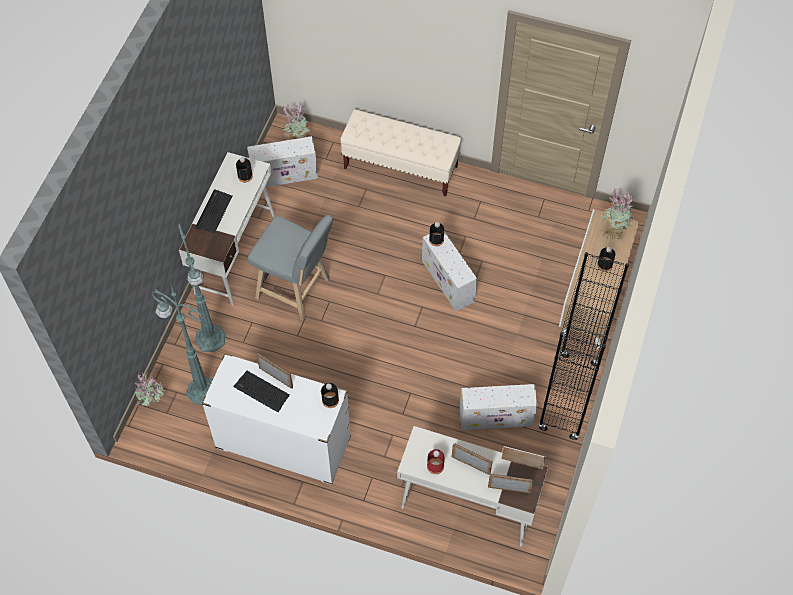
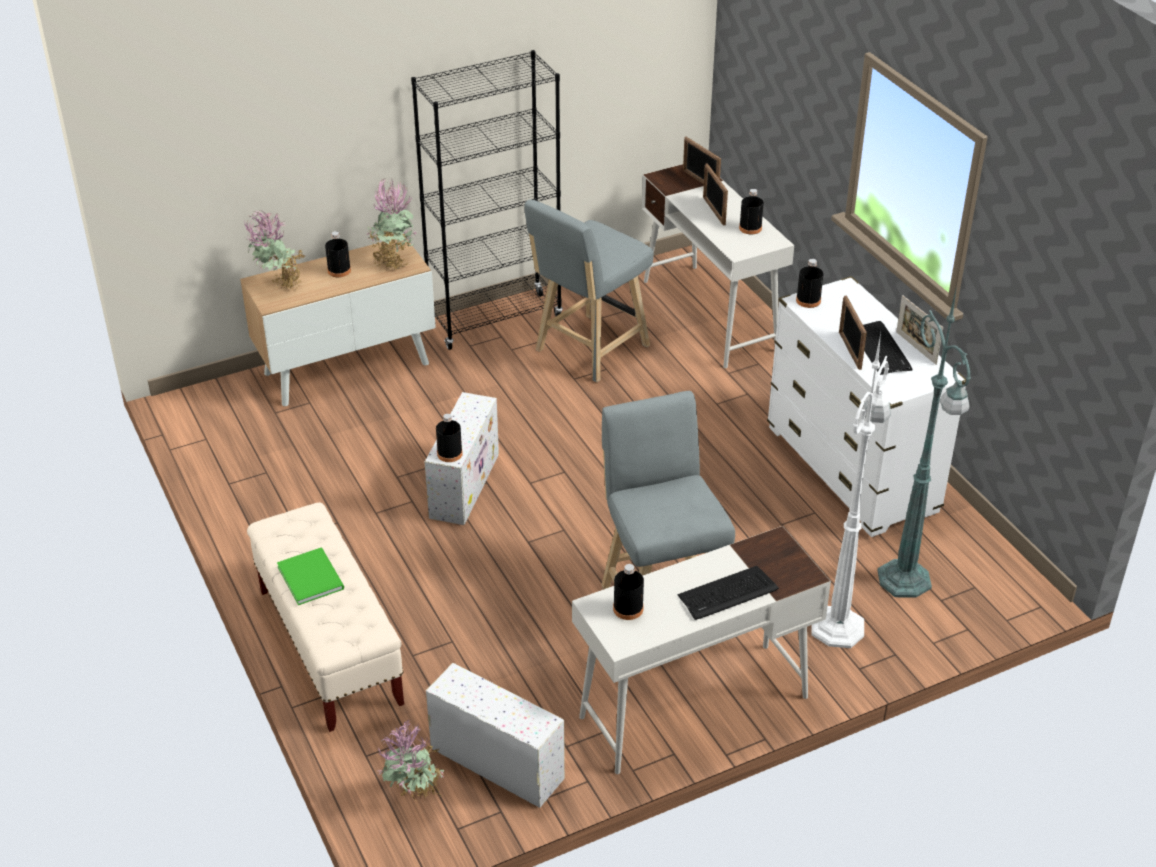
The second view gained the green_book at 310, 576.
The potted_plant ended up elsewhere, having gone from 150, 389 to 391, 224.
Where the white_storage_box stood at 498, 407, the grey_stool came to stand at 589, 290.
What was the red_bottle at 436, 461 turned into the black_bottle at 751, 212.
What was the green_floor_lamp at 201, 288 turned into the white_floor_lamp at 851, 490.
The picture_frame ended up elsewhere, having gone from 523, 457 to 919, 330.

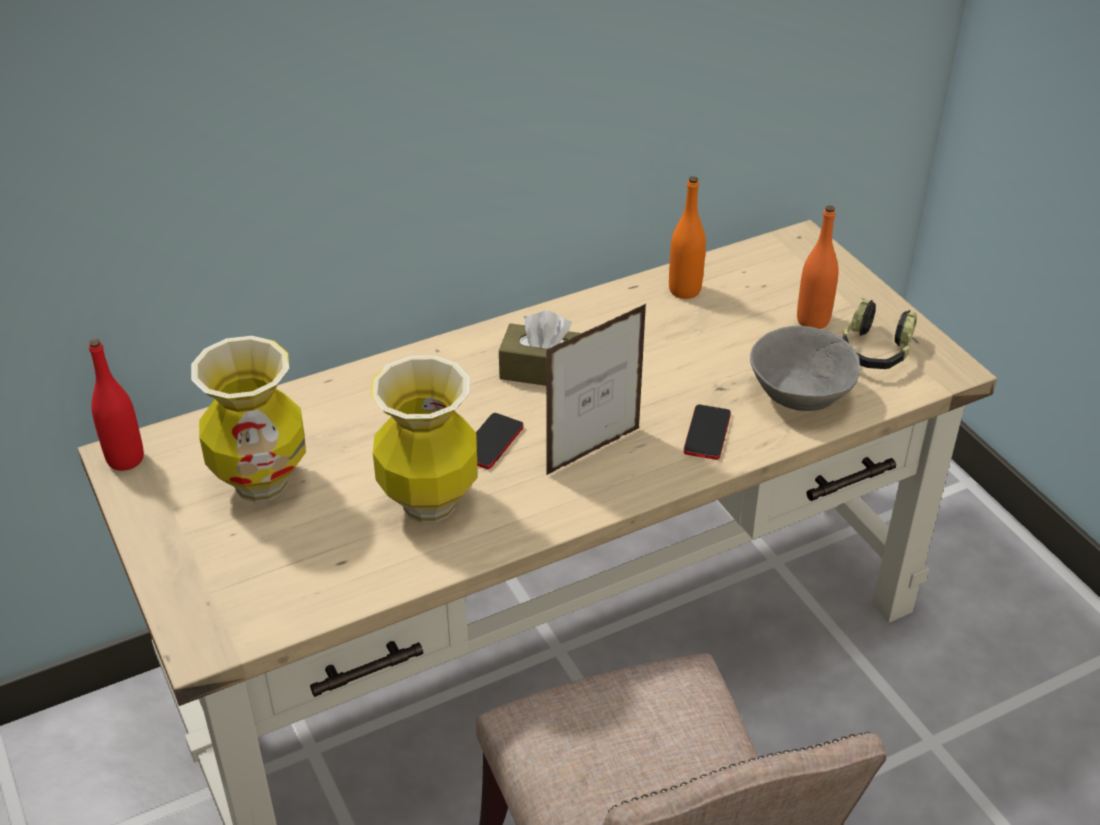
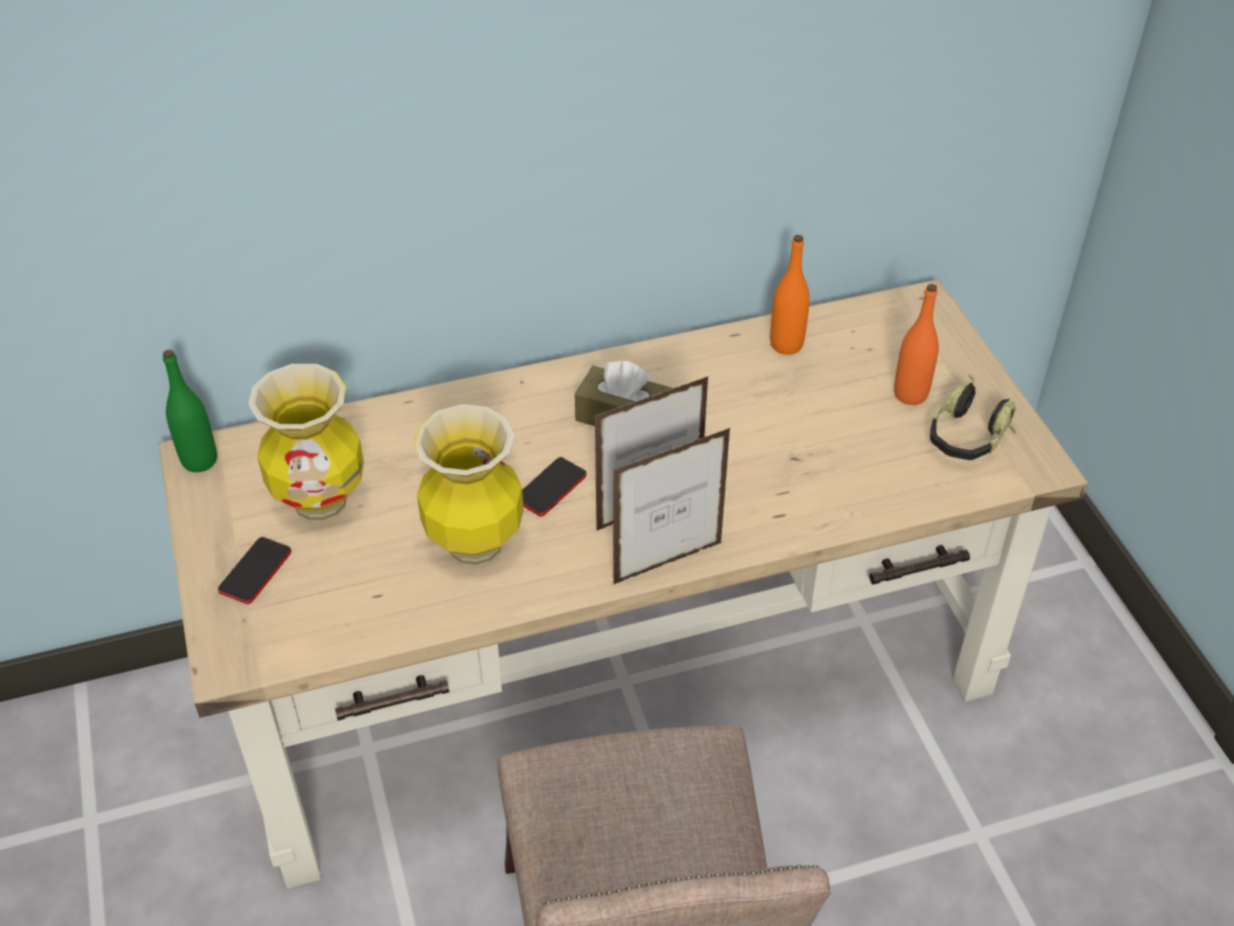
What was the red_bottle at 116, 405 turned into the green_bottle at 190, 410.
The phone ended up elsewhere, having gone from 707, 432 to 254, 570.
The second view gained the picture_frame at 672, 506.
The second view lost the grey_bowl at 805, 368.

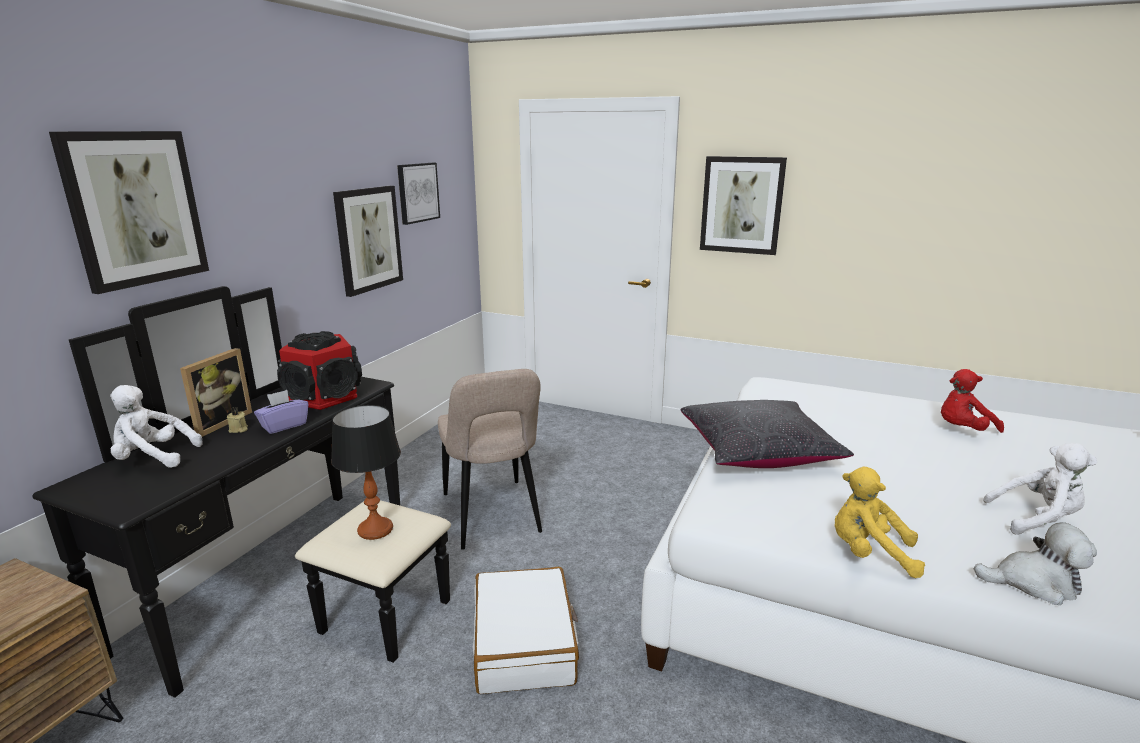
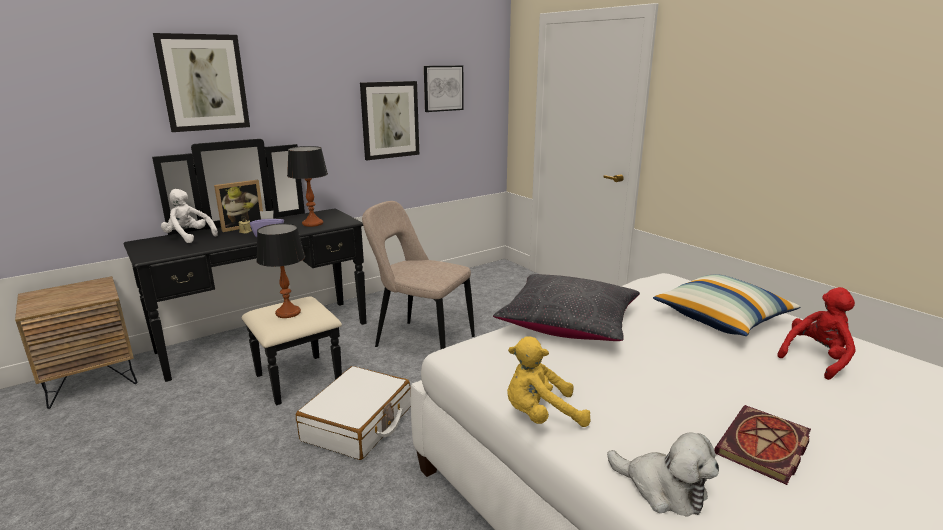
Where the speaker stood at 319, 370, the table_lamp came to stand at 307, 186.
The beige_chair at 490, 459 ended up facing another way, 105 degrees clockwise from before.
The yellow_plush_toy at 880, 522 ended up facing another way, 60 degrees counterclockwise from before.
The second view gained the pillow at 727, 305.
Where the white_plush_toy stood at 1040, 489, the book came to stand at 762, 445.
The red_plush_toy at 972, 401 ended up facing another way, 135 degrees clockwise from before.
The second view lost the picture at 743, 205.

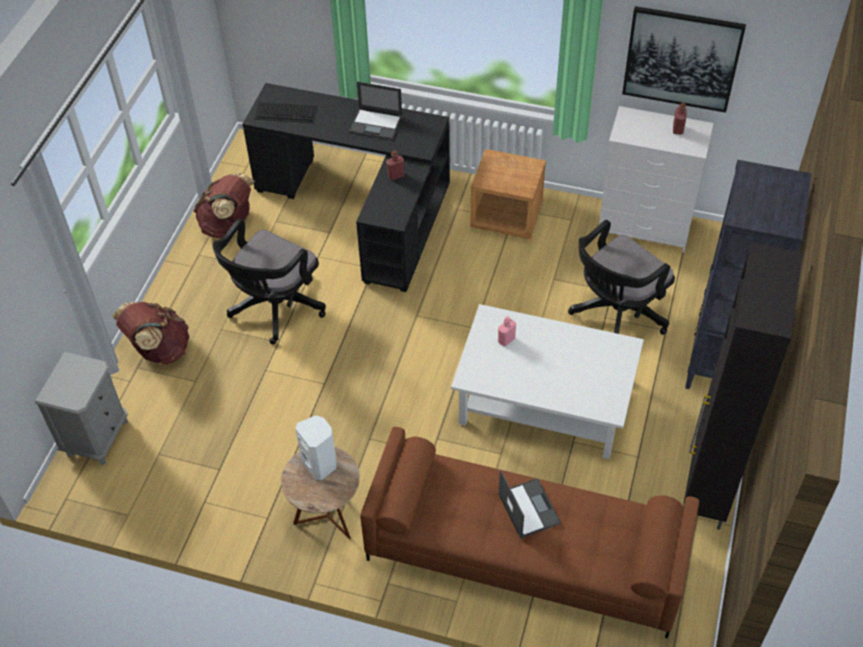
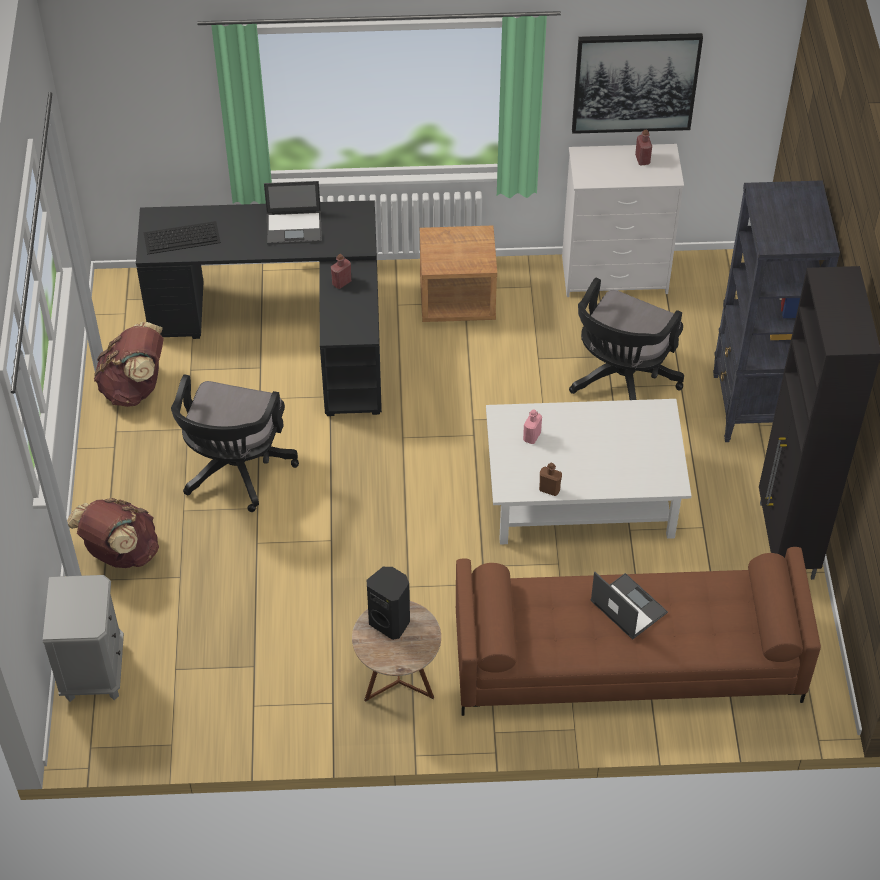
What was the white_speaker at 316, 447 turned into the black_speaker at 388, 603.
The second view gained the brown_bottle at 550, 479.

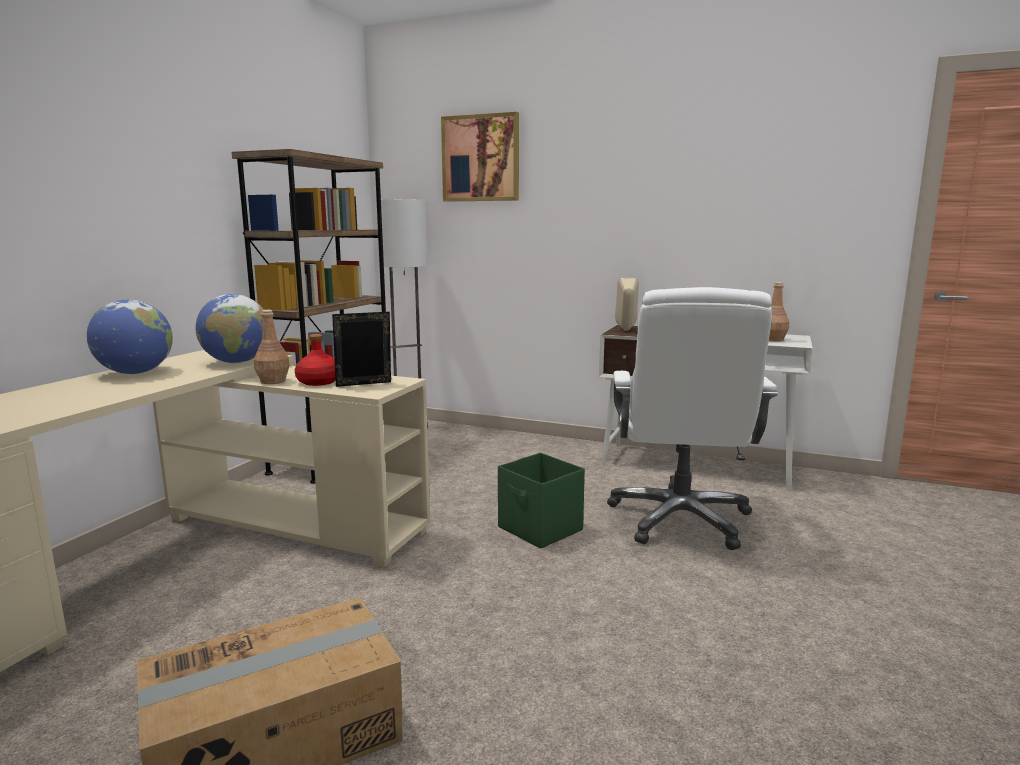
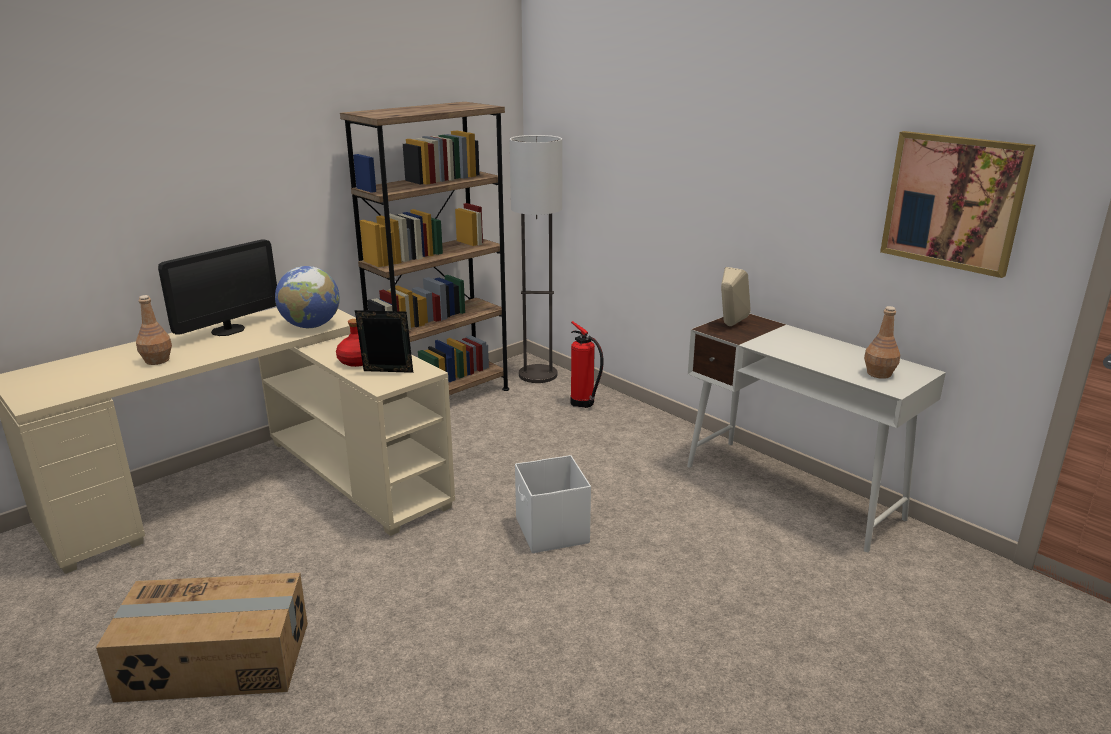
The brown_bottle ended up elsewhere, having gone from 272, 347 to 154, 330.
Where the globe stood at 130, 337, the monitor came to stand at 217, 287.
What was the green_storage_box at 541, 500 turned into the white_storage_box at 553, 504.
The second view gained the fire_extinguisher at 587, 364.
The picture ended up elsewhere, having gone from 480, 157 to 957, 204.
The second view lost the white_office_chair at 692, 418.

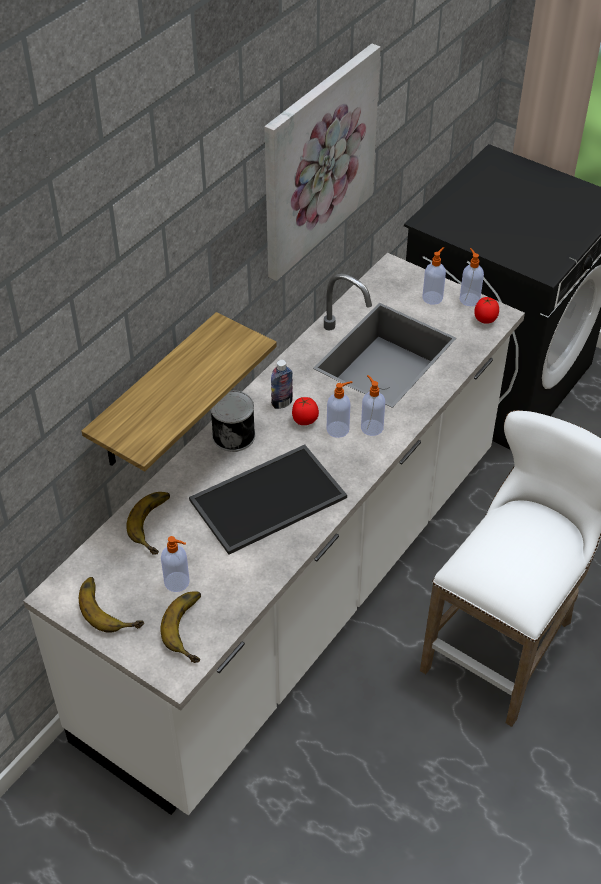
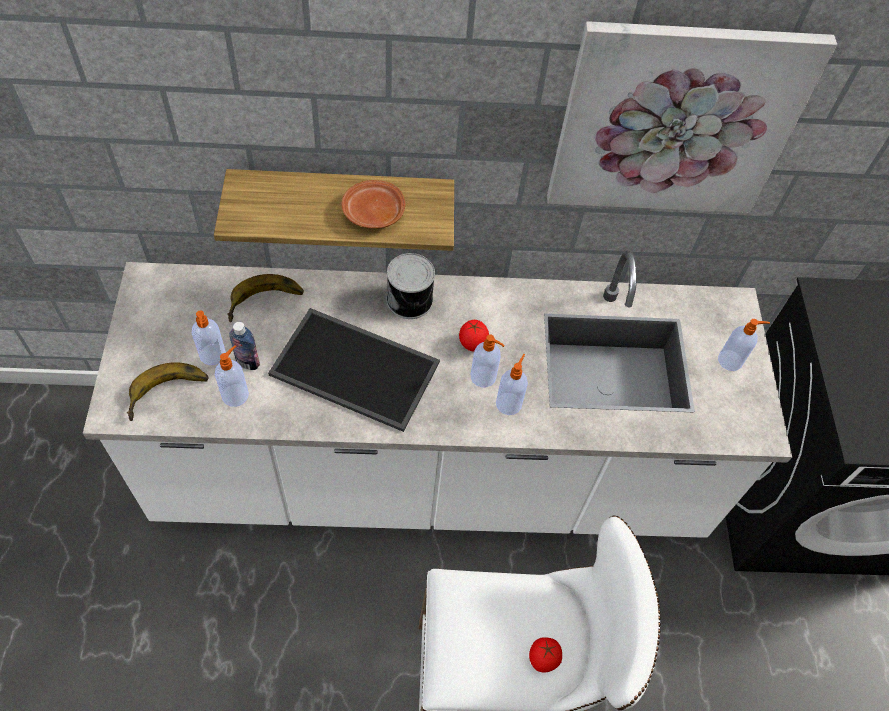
The soap_dispenser ended up elsewhere, having gone from 472, 277 to 232, 376.
The bottle ended up elsewhere, having gone from 282, 384 to 244, 346.
The second view gained the brown_plate at 373, 204.
The tomato ended up elsewhere, having gone from 486, 310 to 545, 654.
The second view lost the banana at 111, 605.

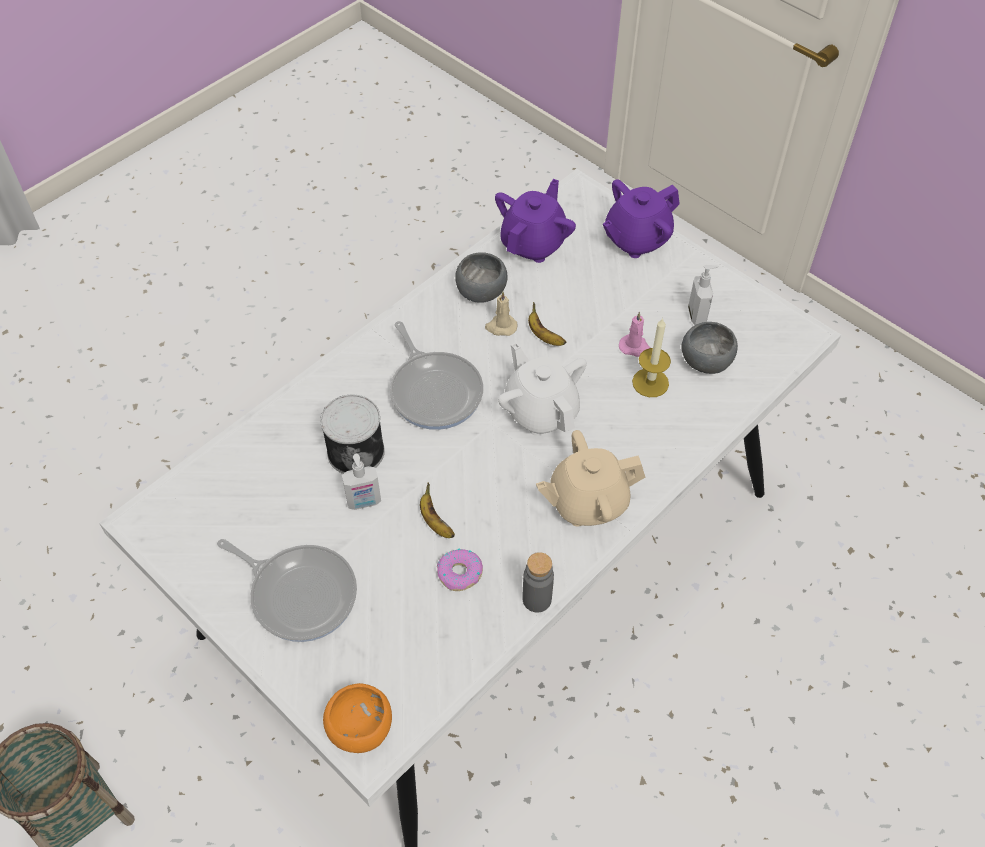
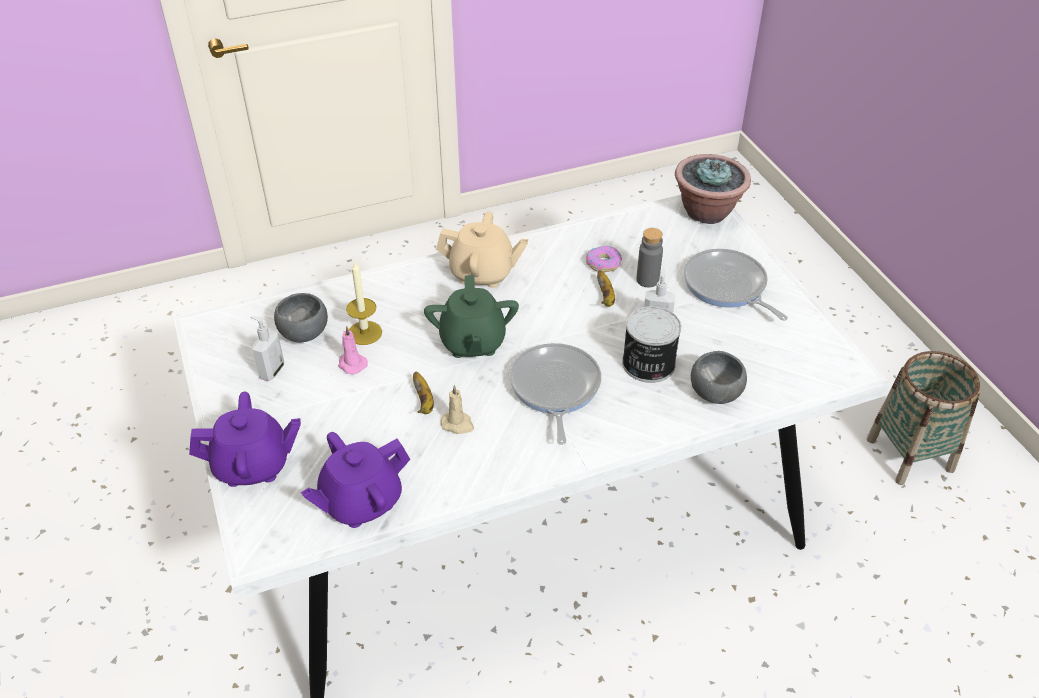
What was the white_teapot at 542, 388 turned into the green_teapot at 471, 316.
The grey_bottle ended up elsewhere, having gone from 538, 582 to 649, 257.
Where the orange_bowl stood at 357, 718, the potted_plant came to stand at 713, 189.
The grey_bowl ended up elsewhere, having gone from 481, 277 to 719, 377.

